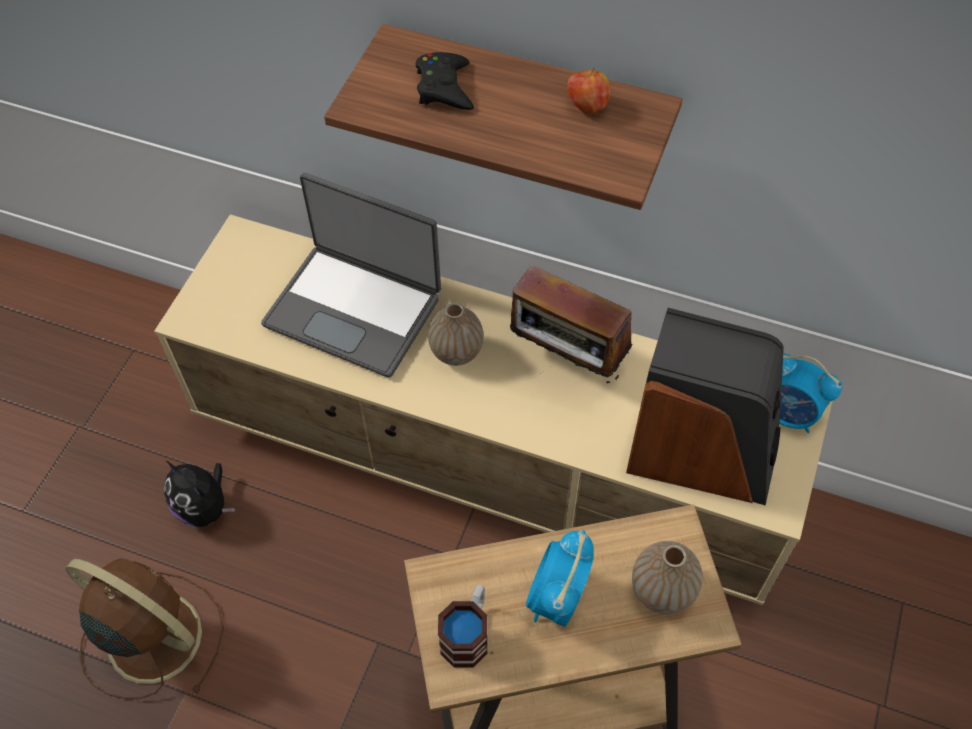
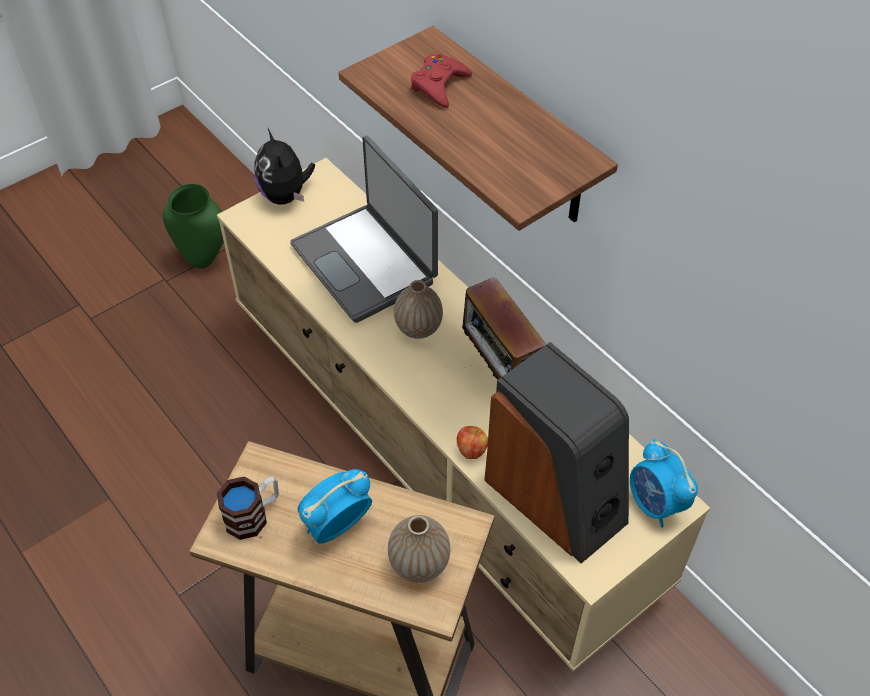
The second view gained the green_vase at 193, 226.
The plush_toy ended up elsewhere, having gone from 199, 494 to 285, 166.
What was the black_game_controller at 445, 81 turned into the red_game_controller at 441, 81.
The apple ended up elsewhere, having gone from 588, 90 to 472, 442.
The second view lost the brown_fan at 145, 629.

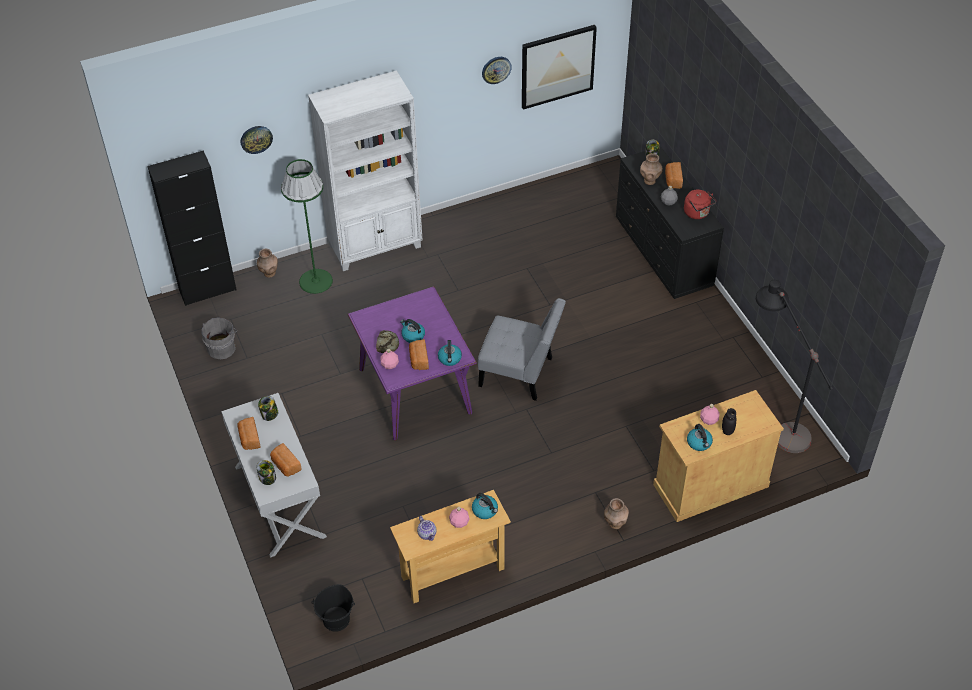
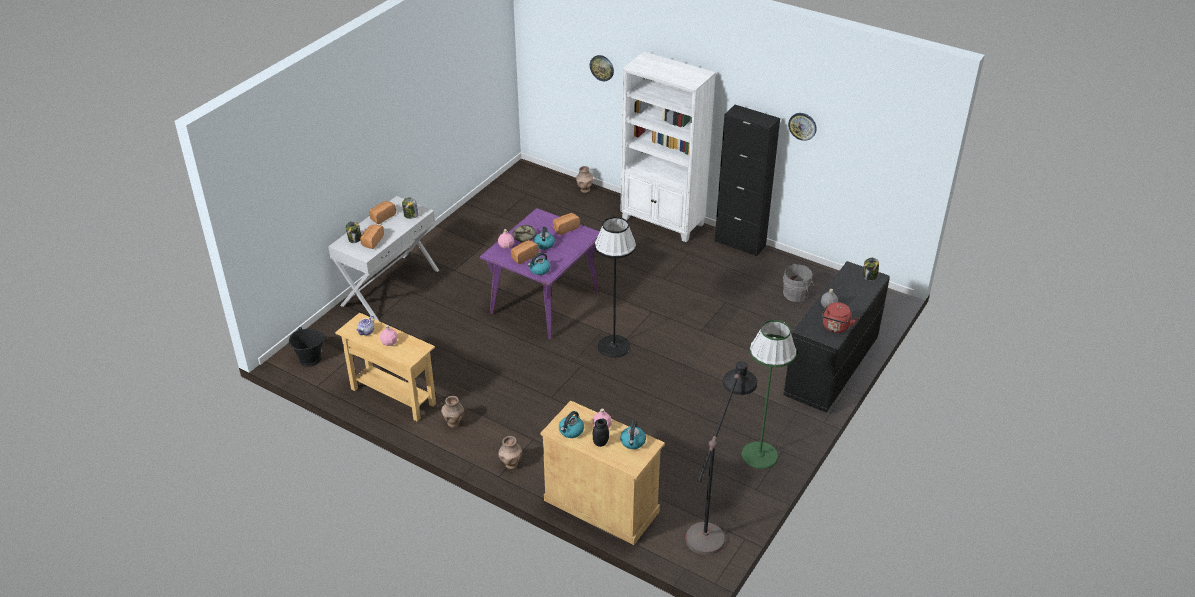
The brown_vase ended up elsewhere, having gone from 651, 169 to 452, 412.
The bread ended up elsewhere, having gone from 674, 175 to 566, 224.
Where the grey_chair stood at 522, 349, the black_floor_lamp came to stand at 615, 287.
The kettle ended up elsewhere, having gone from 485, 506 to 633, 435.
The black_cabinet ended up elsewhere, having gone from 192, 228 to 747, 181.
The green_floor_lamp ended up elsewhere, having gone from 307, 226 to 769, 394.
The grey_bucket ended up elsewhere, having gone from 219, 338 to 798, 282.
The second view lost the picture at 559, 67.

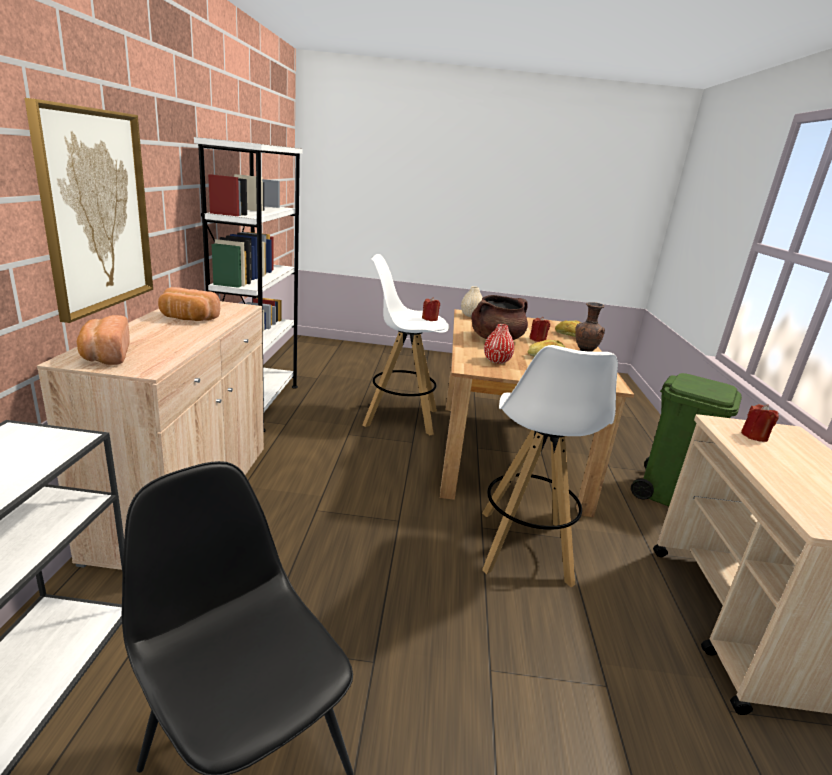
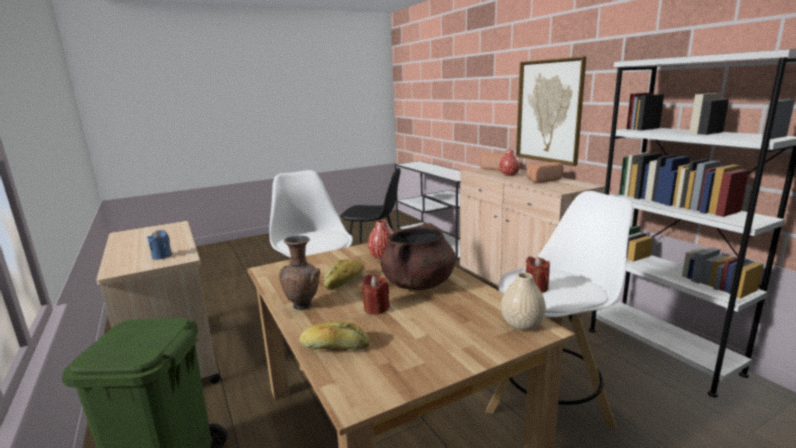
What was the red_candle at 760, 423 turned into the blue_candle at 159, 245.
The second view gained the red_vase at 509, 162.

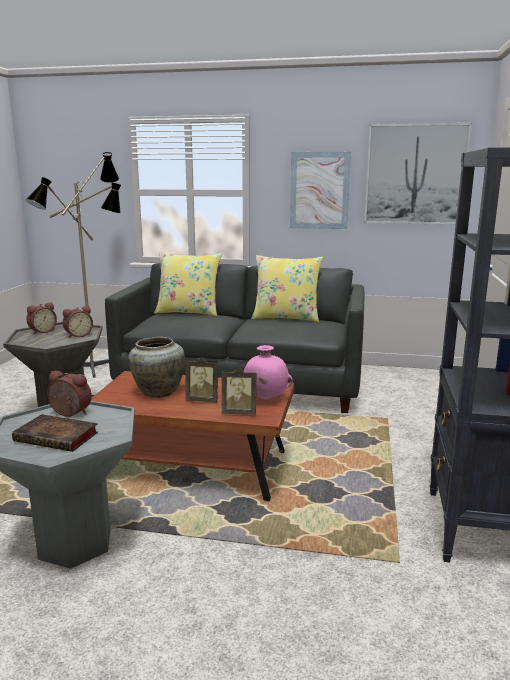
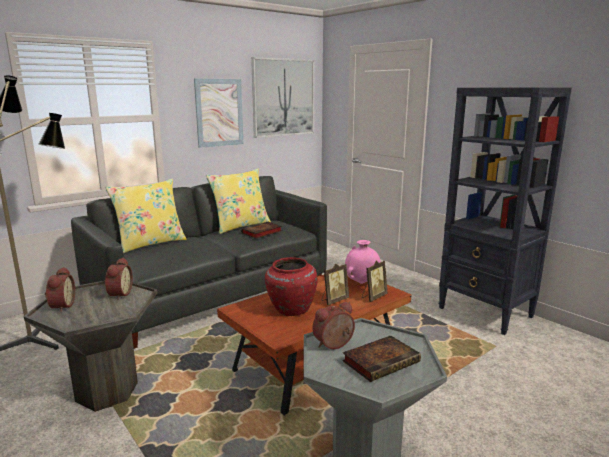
The second view gained the book at 261, 230.
What was the beige_vase at 156, 367 turned into the red_vase at 291, 286.

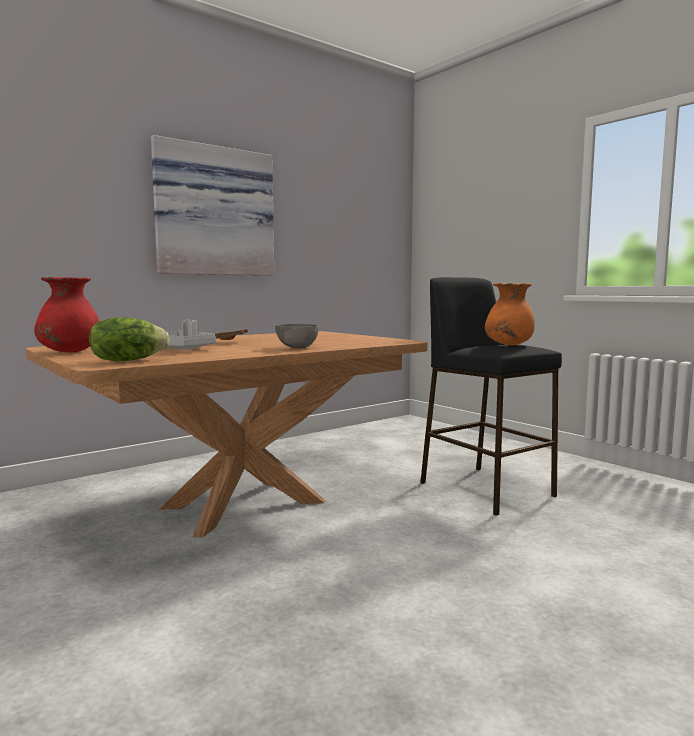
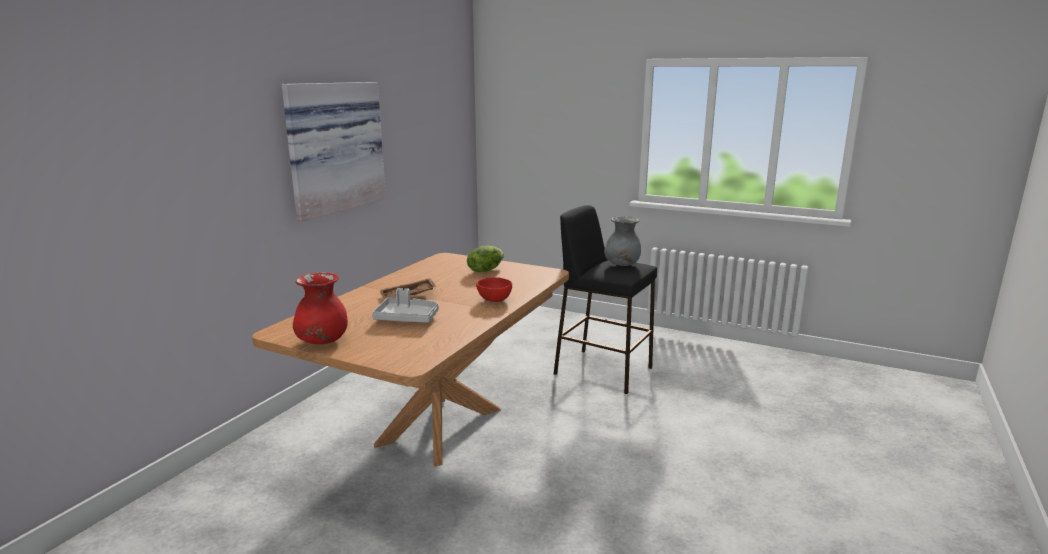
The lettuce ended up elsewhere, having gone from 129, 339 to 485, 259.
What was the grey_bowl at 297, 336 turned into the red_bowl at 494, 290.
What was the orange_vase at 510, 314 turned into the grey_vase at 622, 241.

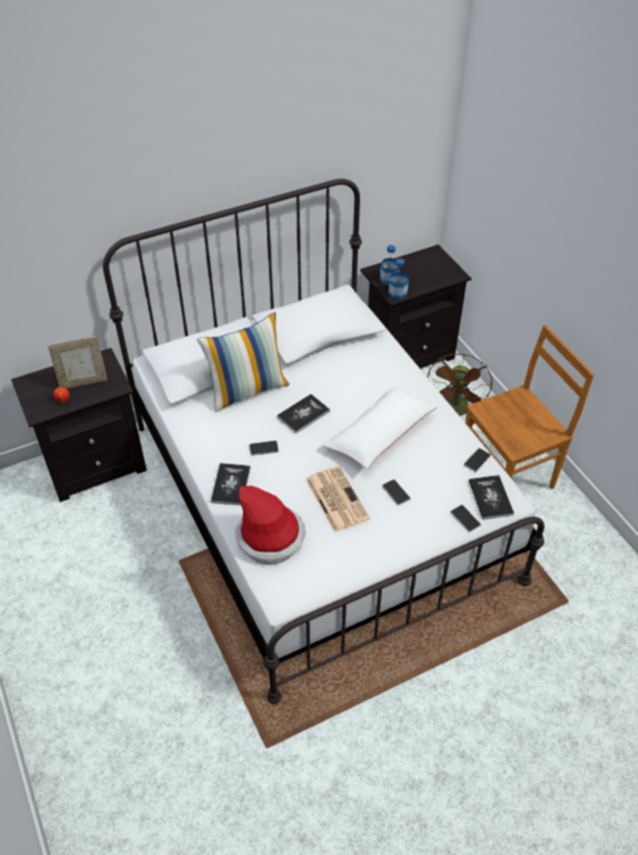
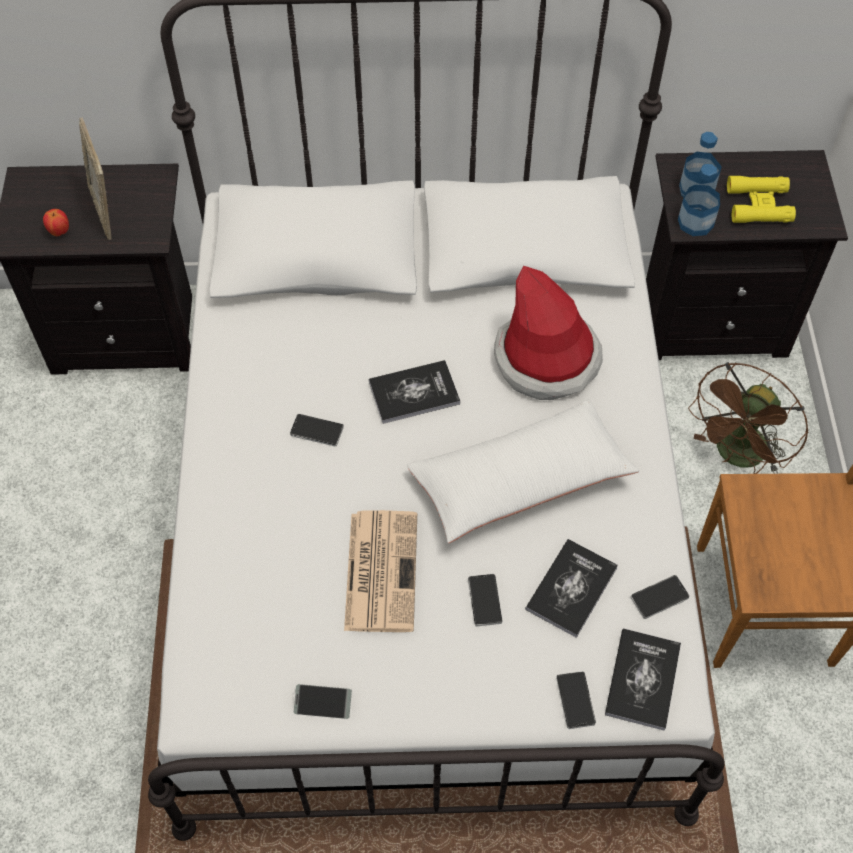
The picture_frame at 78, 362 ended up facing another way, 60 degrees clockwise from before.
The second view gained the phone at 323, 701.
The hat ended up elsewhere, having gone from 270, 525 to 548, 333.
The book ended up elsewhere, having gone from 230, 484 to 571, 588.
The second view gained the yellow_binoculars at 761, 199.
The second view lost the pillow at 243, 362.

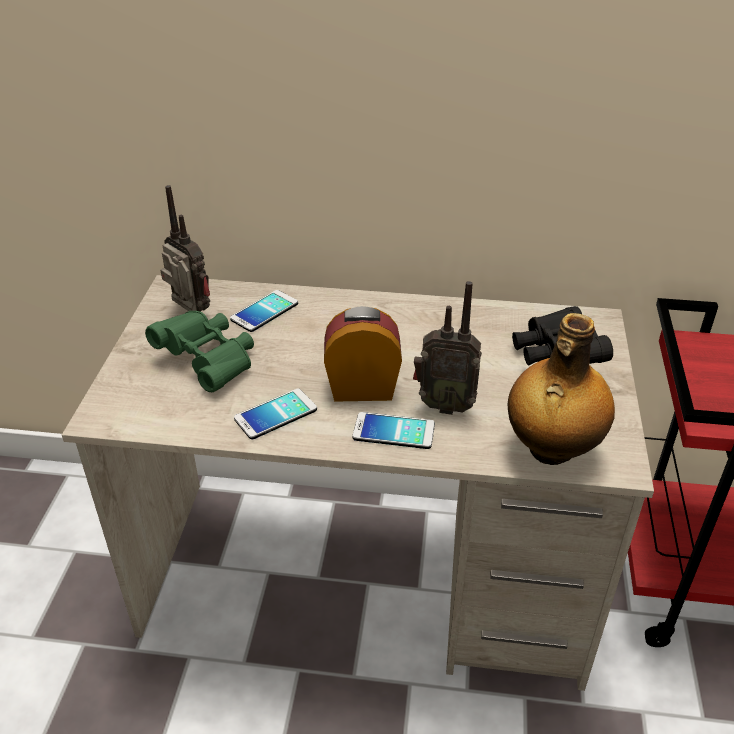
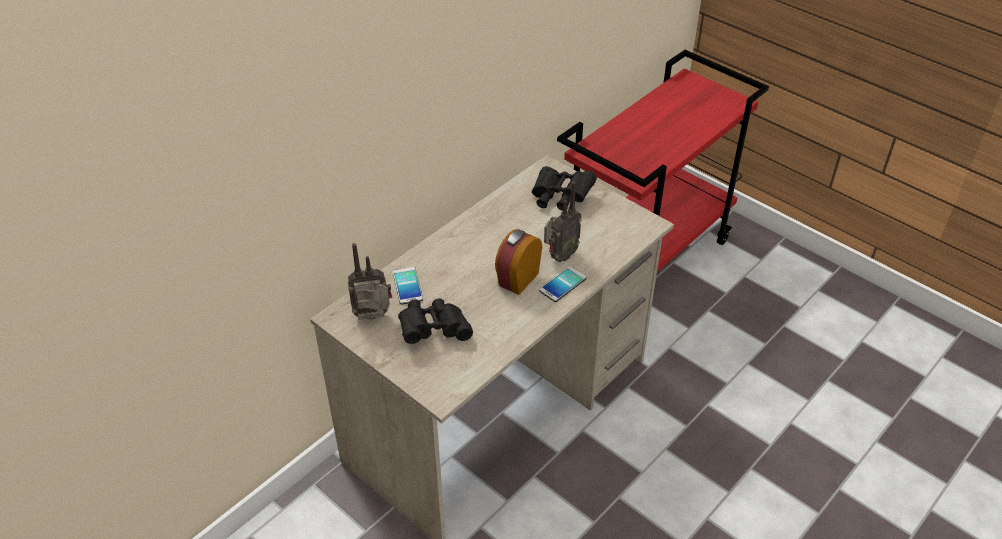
What was the green_binoculars at 199, 351 turned into the black_binoculars at 435, 321.
The second view lost the phone at 275, 414.
The second view lost the bottle at 561, 389.

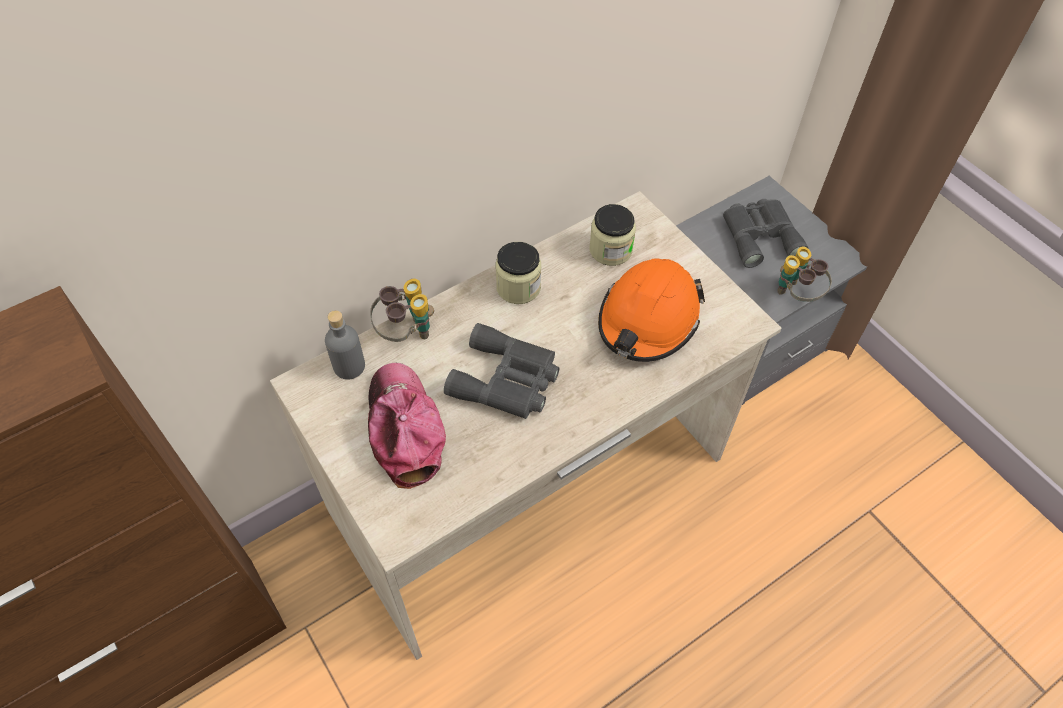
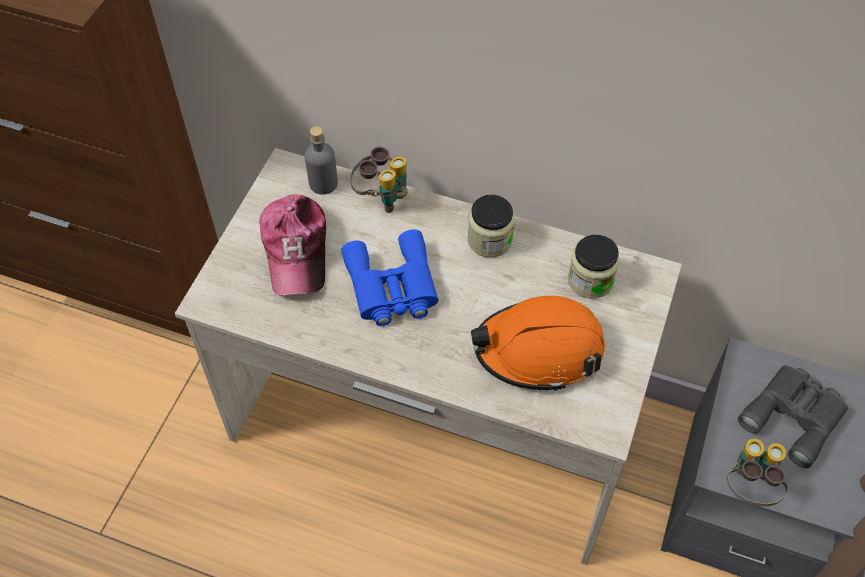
The cap at 407, 426 ended up facing another way, 135 degrees clockwise from before.
What was the grey_binoculars at 502, 371 turned into the blue_binoculars at 389, 277.

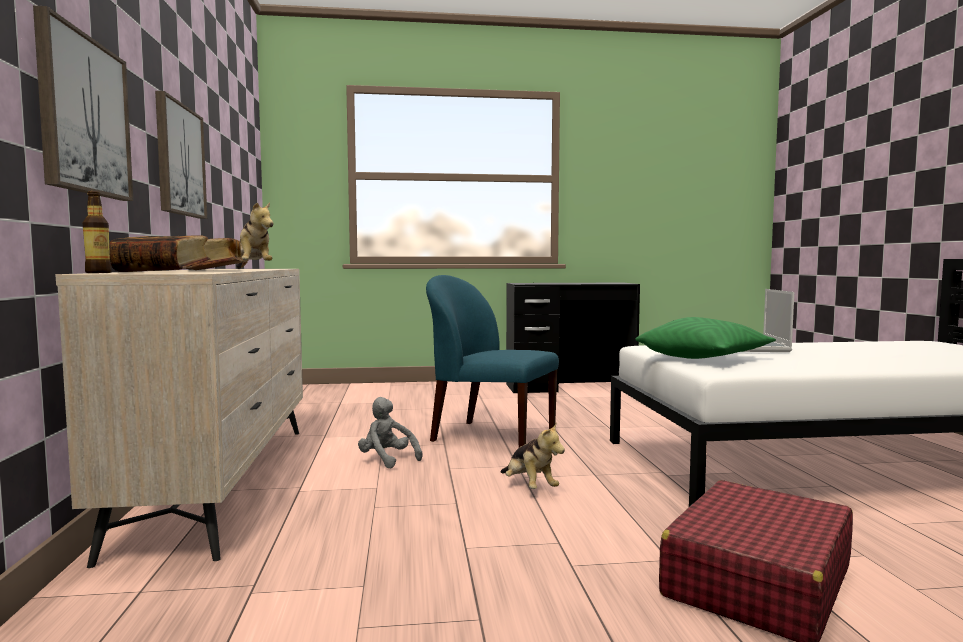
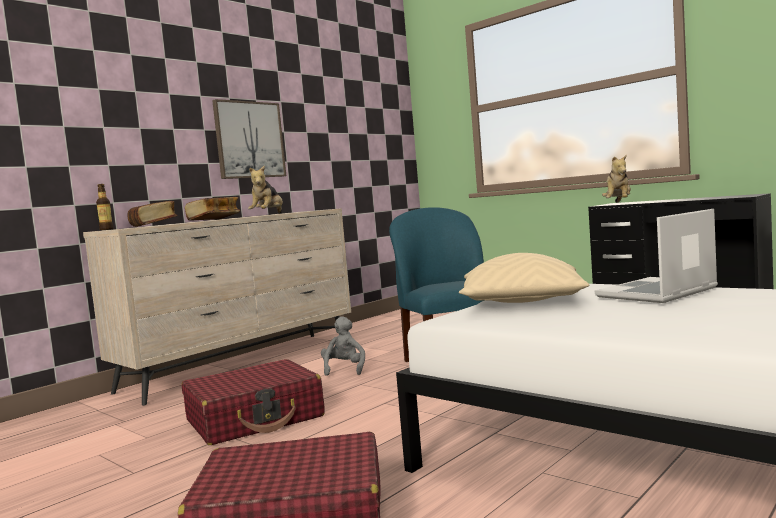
The second view gained the red_suitcase at 253, 402.
What was the green_pillow at 705, 338 turned into the beige_pillow at 524, 278.
The plush_toy ended up elsewhere, having gone from 533, 456 to 616, 178.
The second view lost the picture at 83, 103.

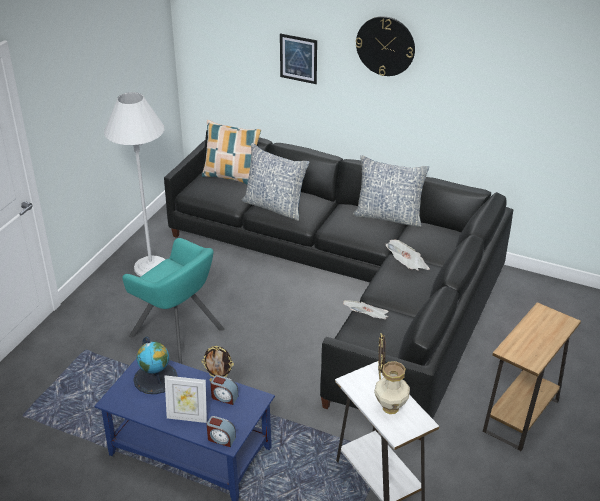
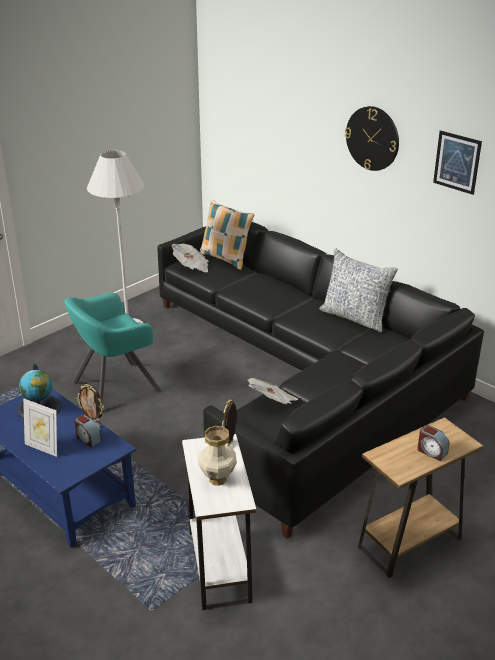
The turquoise_armchair at 174, 301 ended up facing another way, 90 degrees clockwise from before.
The newspaper ended up elsewhere, having gone from 408, 255 to 190, 258.
The alarm_clock ended up elsewhere, having gone from 221, 431 to 433, 443.
The picture ended up elsewhere, having gone from 298, 59 to 457, 162.
The second view lost the pillow at 275, 182.

